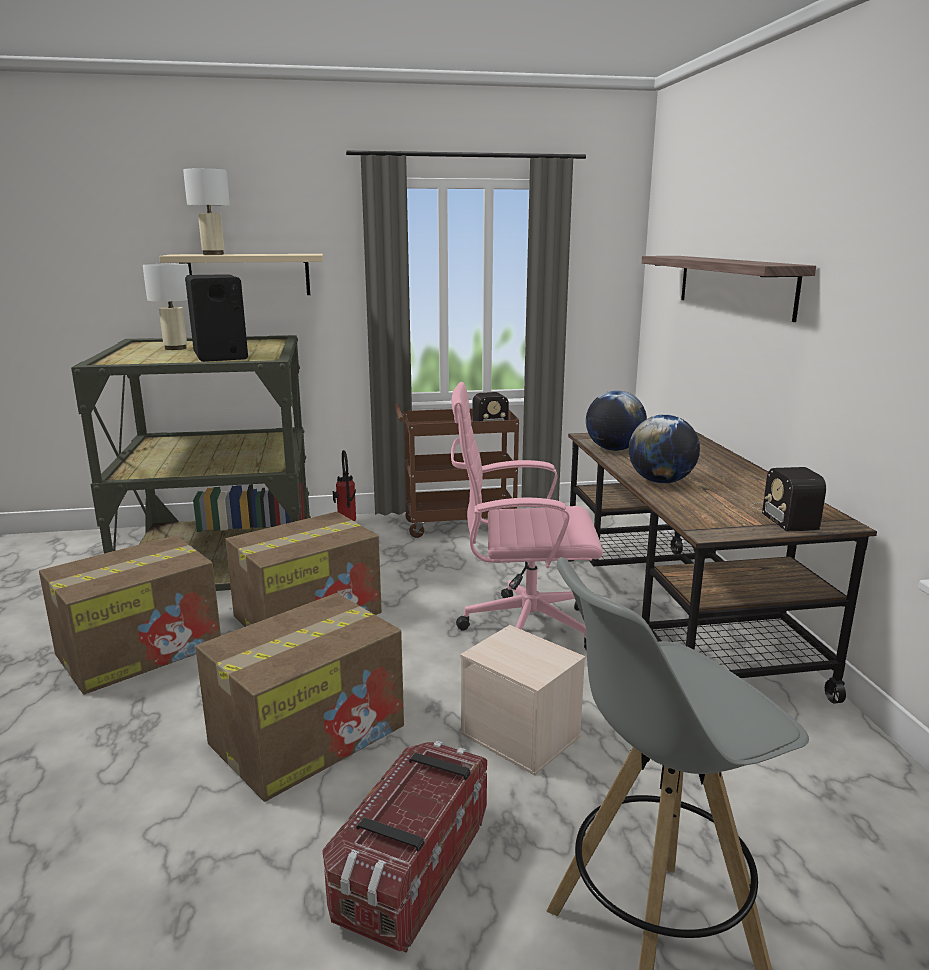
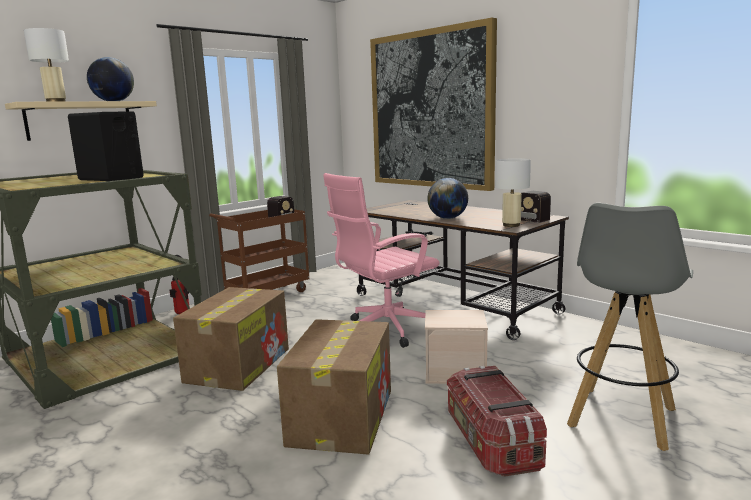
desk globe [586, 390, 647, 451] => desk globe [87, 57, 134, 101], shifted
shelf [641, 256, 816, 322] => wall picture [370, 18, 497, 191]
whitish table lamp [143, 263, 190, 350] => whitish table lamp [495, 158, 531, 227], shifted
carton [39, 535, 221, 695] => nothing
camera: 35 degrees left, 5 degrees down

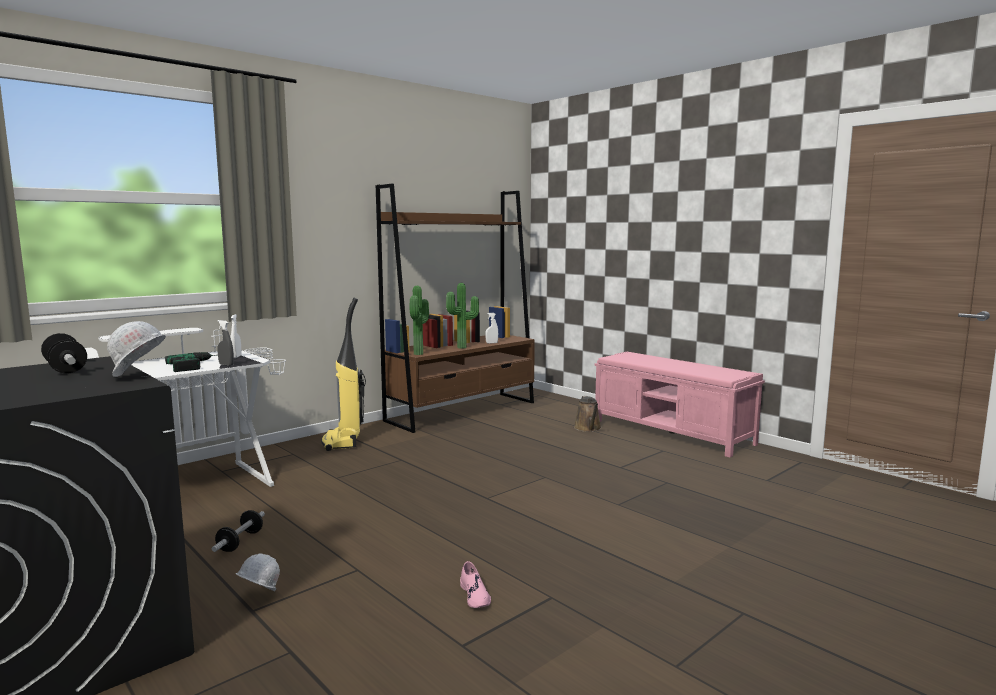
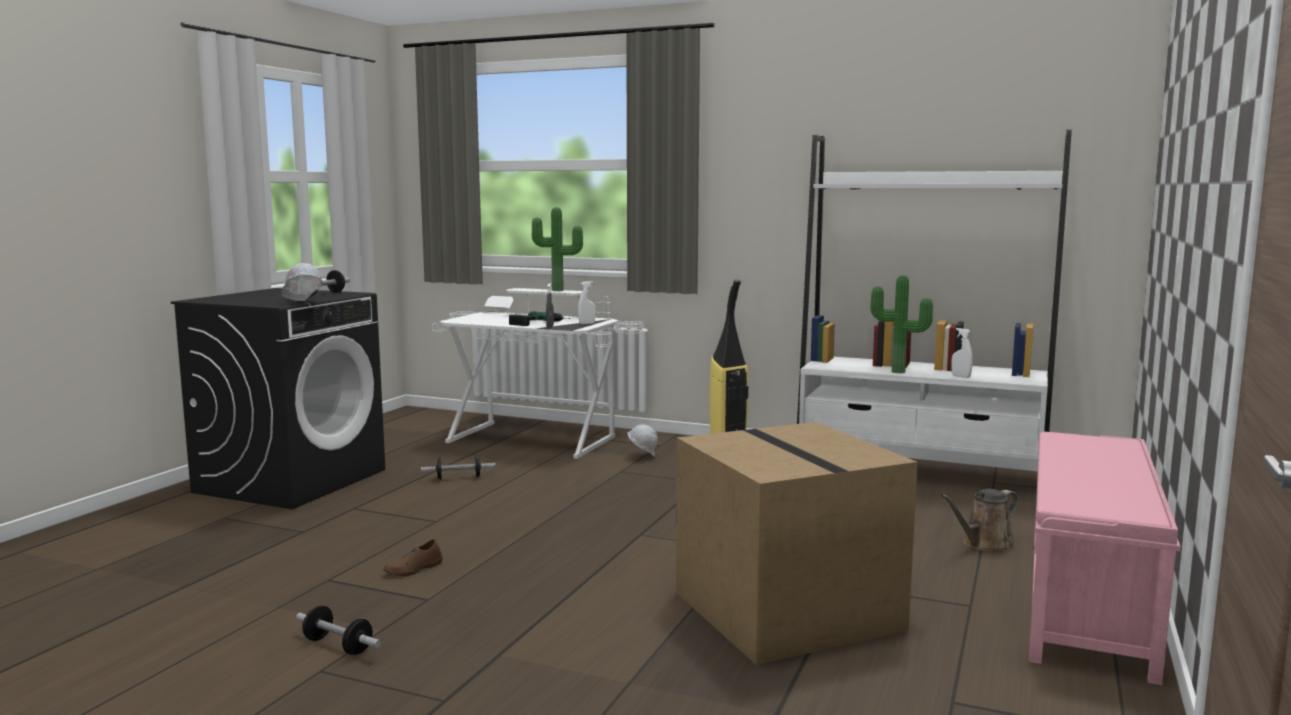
nothing => free weight [296, 605, 381, 655]
pink item of footwear [460, 561, 491, 608] => brown item of footwear [383, 539, 442, 576]
potted plant [410, 286, 429, 355] => potted plant [532, 207, 583, 291], shifted
whitish hard hat [236, 553, 280, 592] => whitish hard hat [627, 425, 658, 457], shifted
nothing => carton [676, 422, 917, 665]
brown bookshelf [376, 184, 535, 433] => whitish bookshelf [797, 130, 1072, 460]
camera: 65 degrees right, 0 degrees up

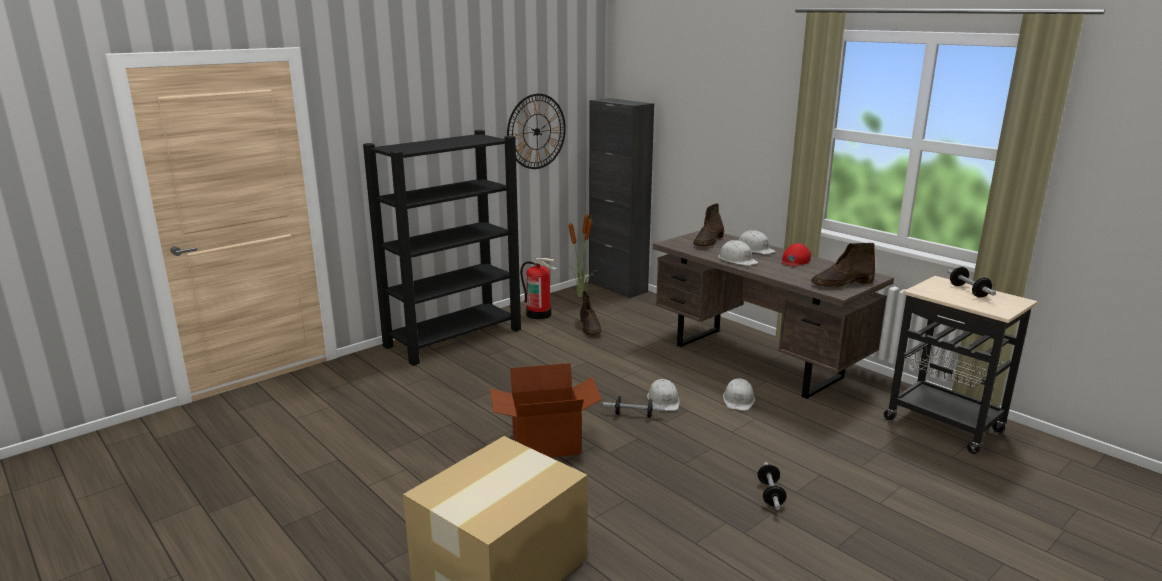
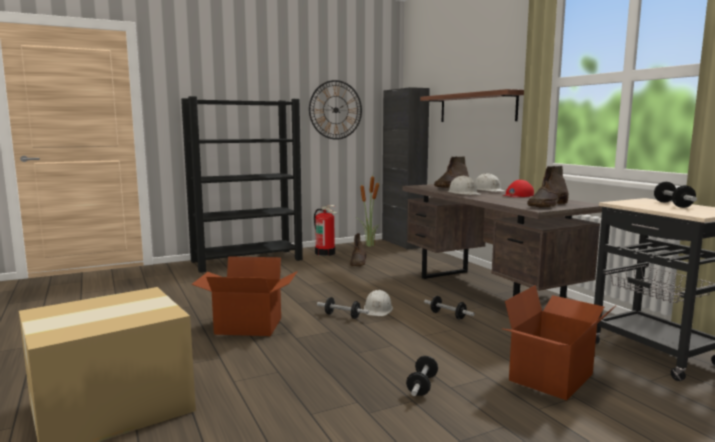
nothing => shelf [420, 89, 524, 122]
whitish hard hat [723, 378, 755, 411] => free weight [424, 296, 474, 320]
nothing => carton [501, 285, 615, 401]
brown high-top boot [811, 243, 875, 287] => brown high-top boot [527, 166, 569, 207], 45 degrees counterclockwise
camera: 15 degrees right, 10 degrees down

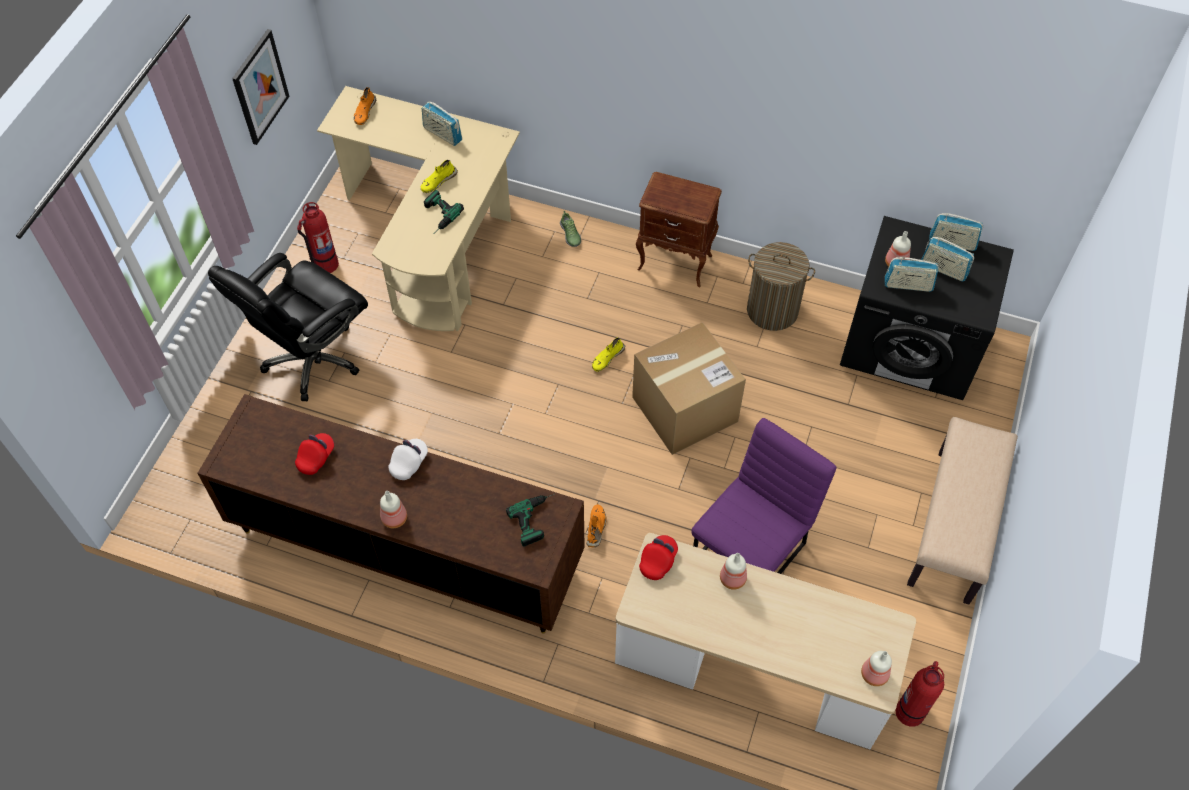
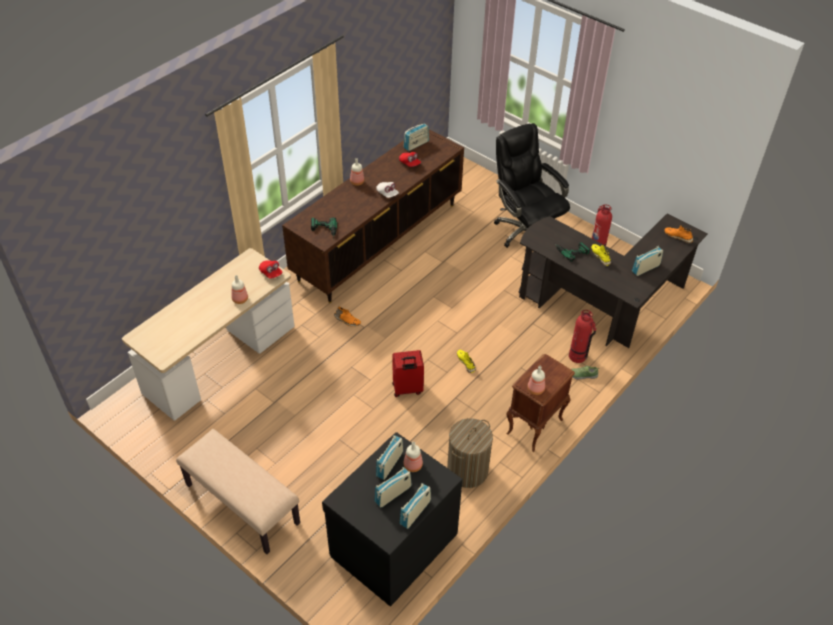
carton [632, 322, 746, 455] => reddish piece of luggage [392, 350, 424, 397]
nothing => radio set [403, 124, 429, 151]
sand-coloured desk unit [317, 86, 520, 331] => black desk unit [519, 213, 708, 348]
drink bottle [861, 651, 892, 686] => drink bottle [527, 366, 545, 395], shifted
extinguisher [895, 661, 944, 727] => extinguisher [569, 310, 596, 363], shifted
wall picture [232, 29, 290, 145] => nothing
purple plain chair [692, 418, 836, 574] => nothing
camera: 110 degrees right, 10 degrees down

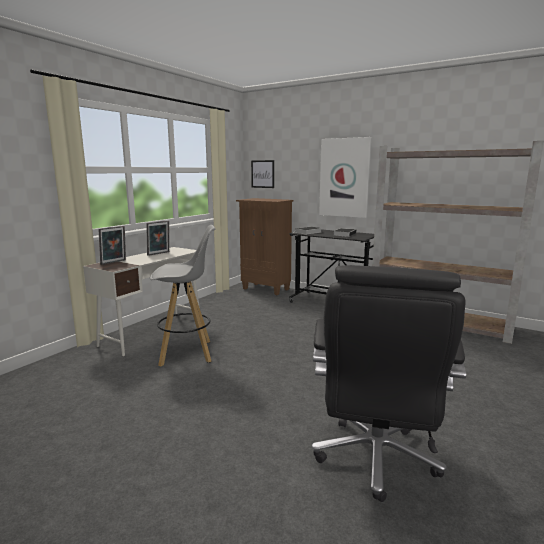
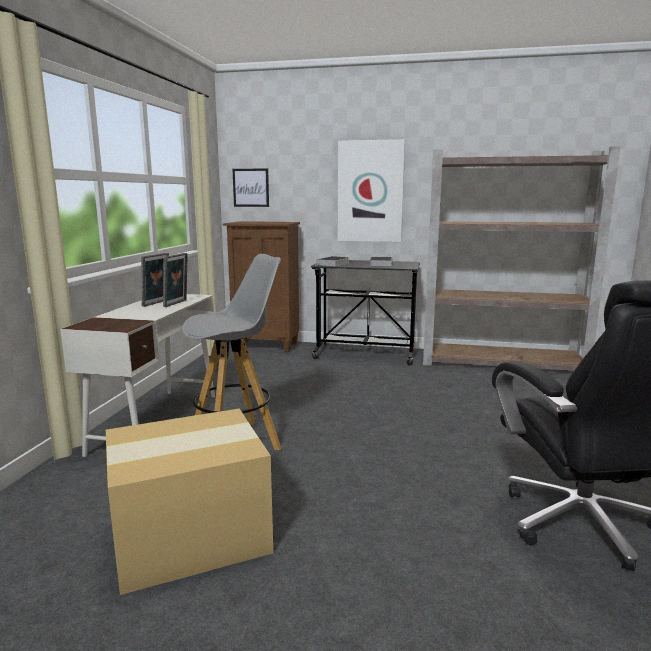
nothing => carton [106, 409, 273, 595]
photo frame [98, 226, 126, 265] => photo frame [163, 253, 188, 307], shifted
camera: 20 degrees left, 0 degrees up

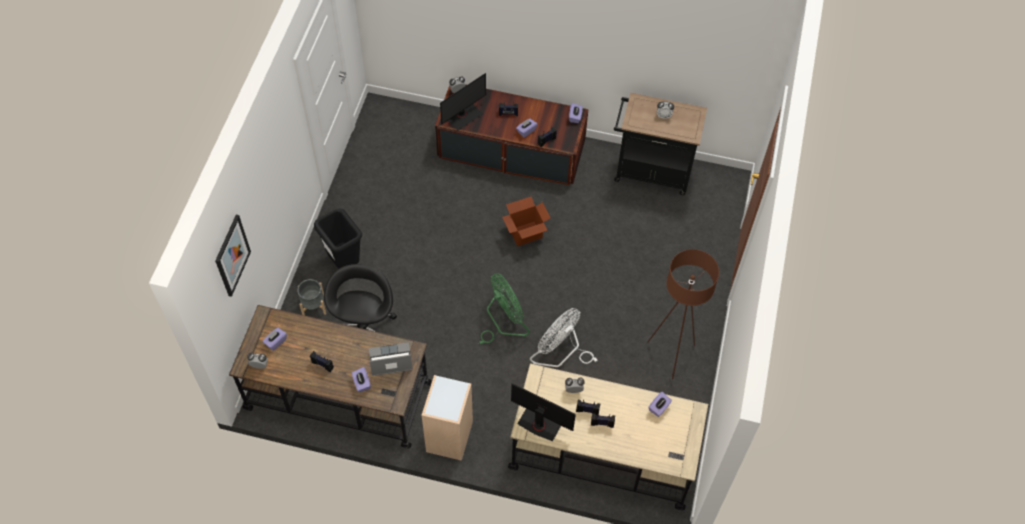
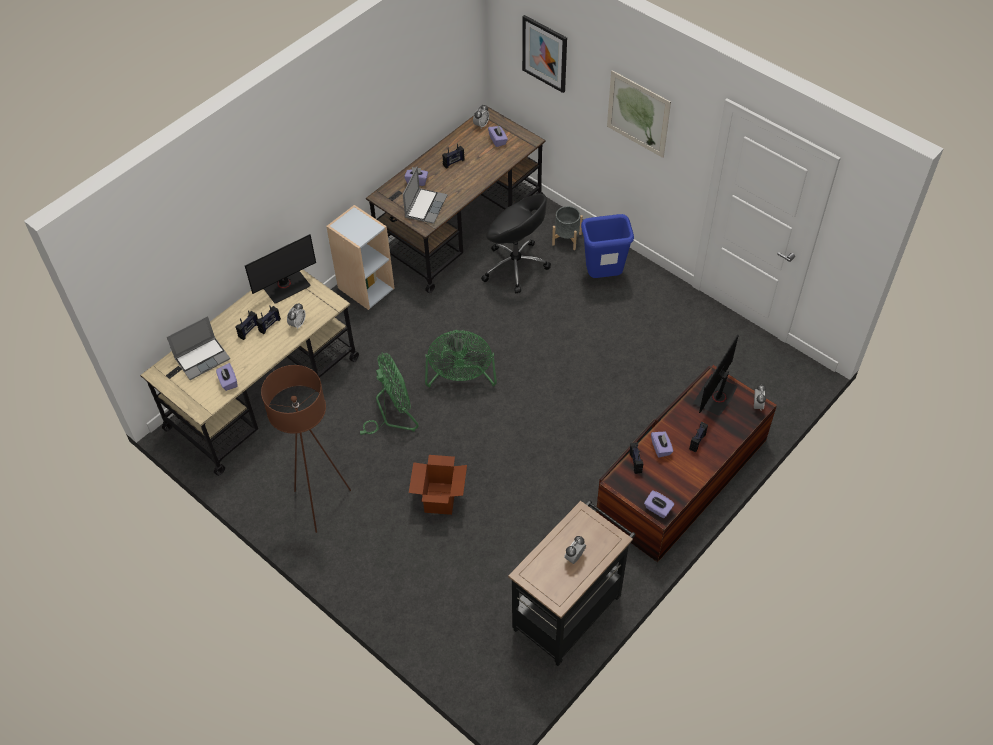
nothing => notebook computer [167, 316, 230, 380]
whitish fan [530, 308, 598, 367] => green fan [359, 353, 419, 435]
carton [502, 196, 551, 246] => carton [409, 455, 467, 515], shifted
black waste bin [314, 208, 362, 269] => blue waste bin [581, 214, 634, 278]
nothing => wall picture [607, 70, 671, 158]
computer screen [440, 73, 486, 131] => computer screen [693, 334, 739, 416], 45 degrees clockwise
camera: 120 degrees right, 5 degrees down

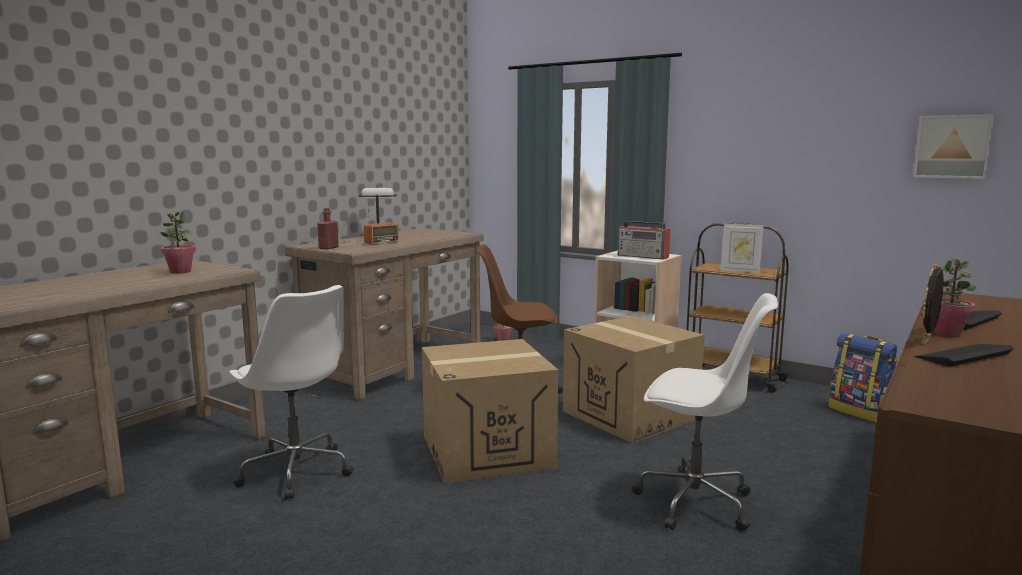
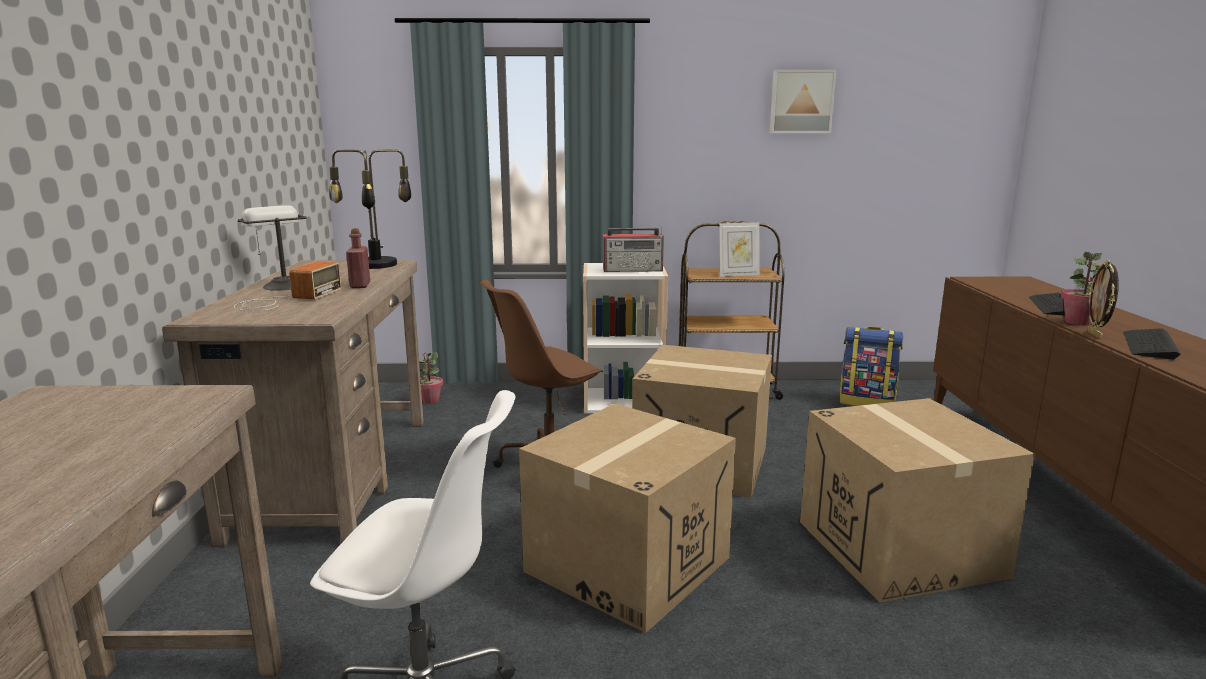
nothing => table lamp [329, 150, 411, 269]
reddish drink bottle [317, 208, 339, 249] => reddish drink bottle [346, 228, 370, 288], shifted
wall picture [913, 114, 995, 179] => wall picture [770, 70, 836, 133], shifted
whitish desk chair [632, 293, 778, 531] => carton [800, 398, 1035, 602]
potted plant [160, 212, 196, 274] => nothing
camera: 35 degrees left, 5 degrees up

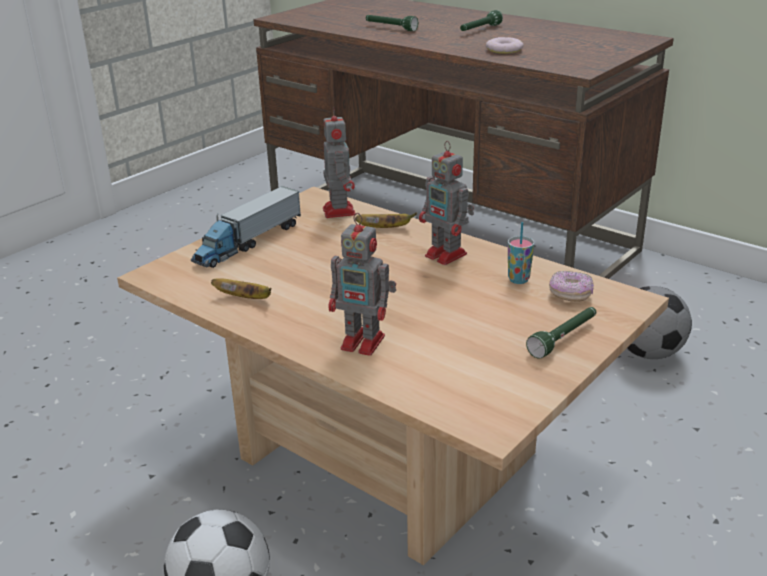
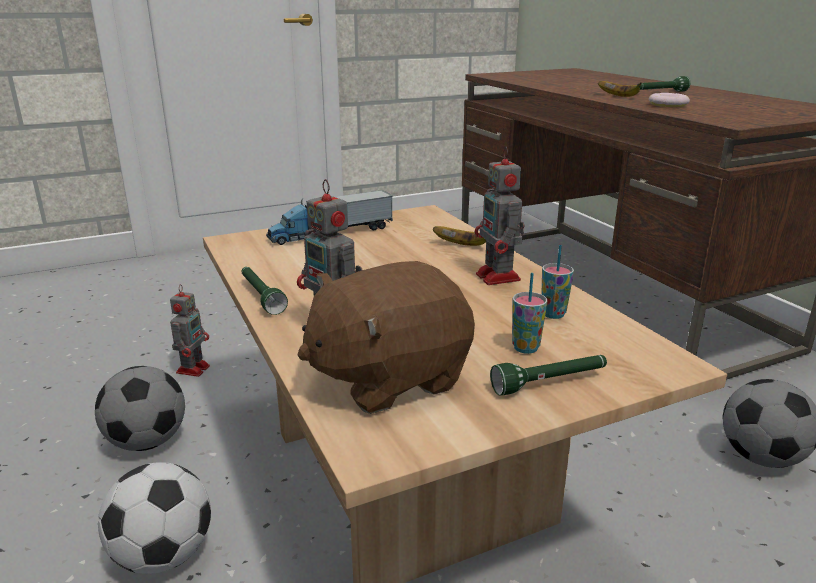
nothing => ball for football [95, 366, 185, 451]
toy robot [323, 106, 356, 218] => toy robot [170, 284, 210, 377], shifted
green hand torch [366, 15, 418, 31] => green hand torch [241, 267, 288, 315], shifted
nothing => brown cuddly toy [297, 261, 475, 414]
nothing => cup [512, 273, 547, 354]
whole banana [211, 278, 271, 299] => whole banana [598, 81, 642, 97], shifted
doughnut [549, 271, 594, 302] => nothing
camera: 25 degrees right, 5 degrees down

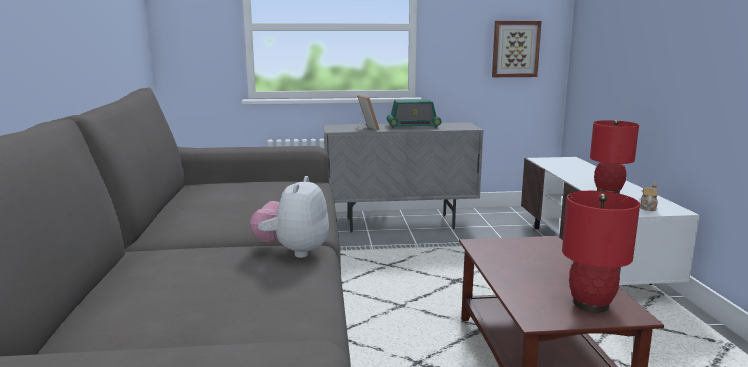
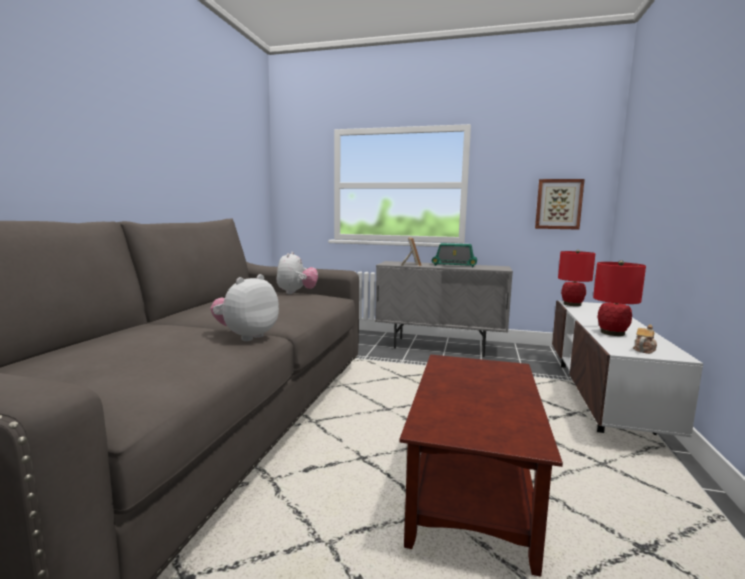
nothing => cuddly toy [276, 252, 318, 294]
reddish table lamp [562, 191, 640, 312] => reddish table lamp [558, 250, 596, 306], shifted
camera: 20 degrees right, 5 degrees down

